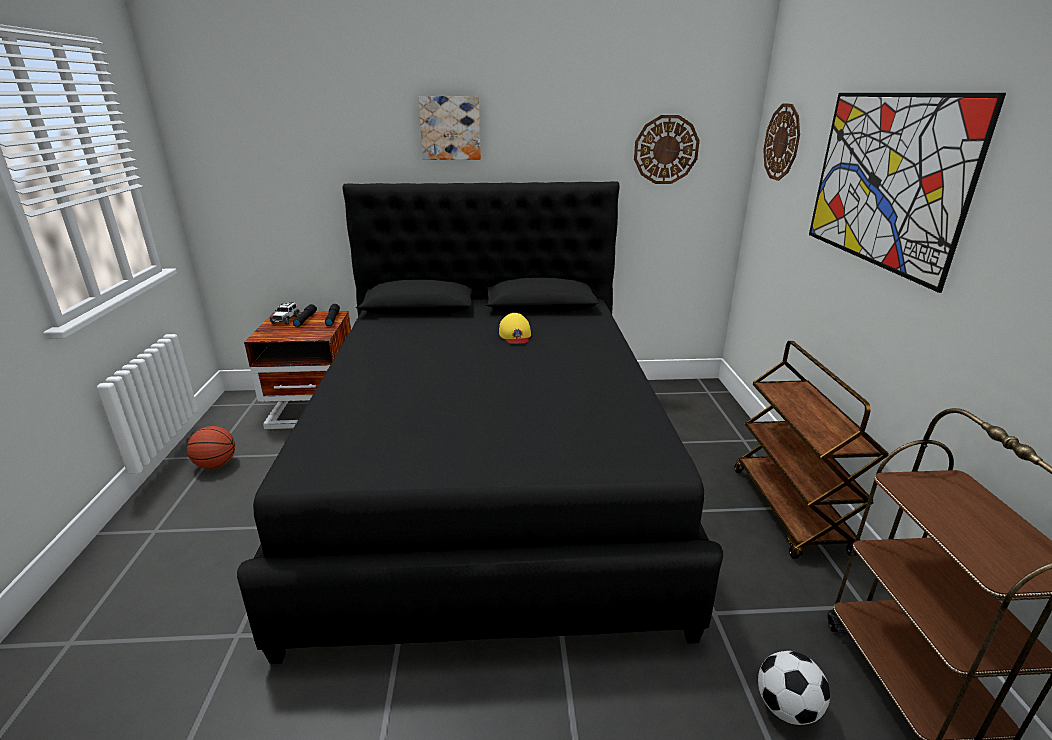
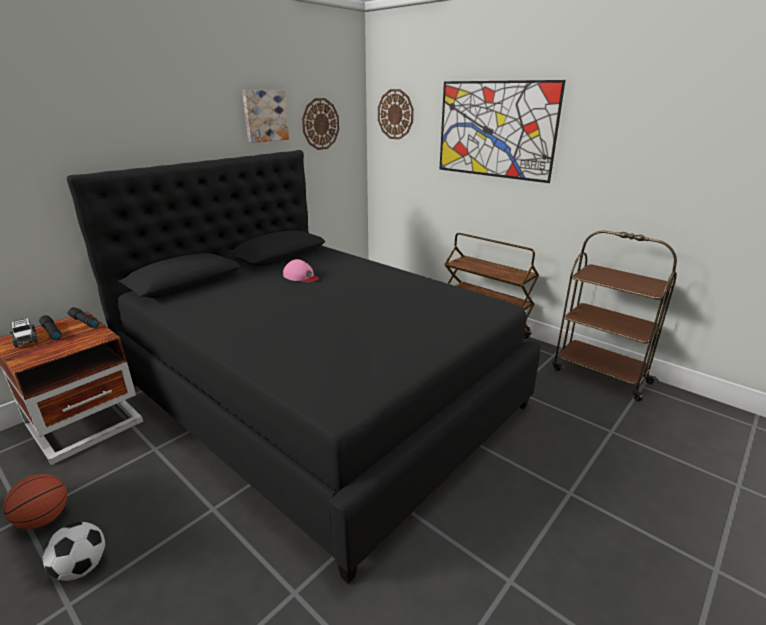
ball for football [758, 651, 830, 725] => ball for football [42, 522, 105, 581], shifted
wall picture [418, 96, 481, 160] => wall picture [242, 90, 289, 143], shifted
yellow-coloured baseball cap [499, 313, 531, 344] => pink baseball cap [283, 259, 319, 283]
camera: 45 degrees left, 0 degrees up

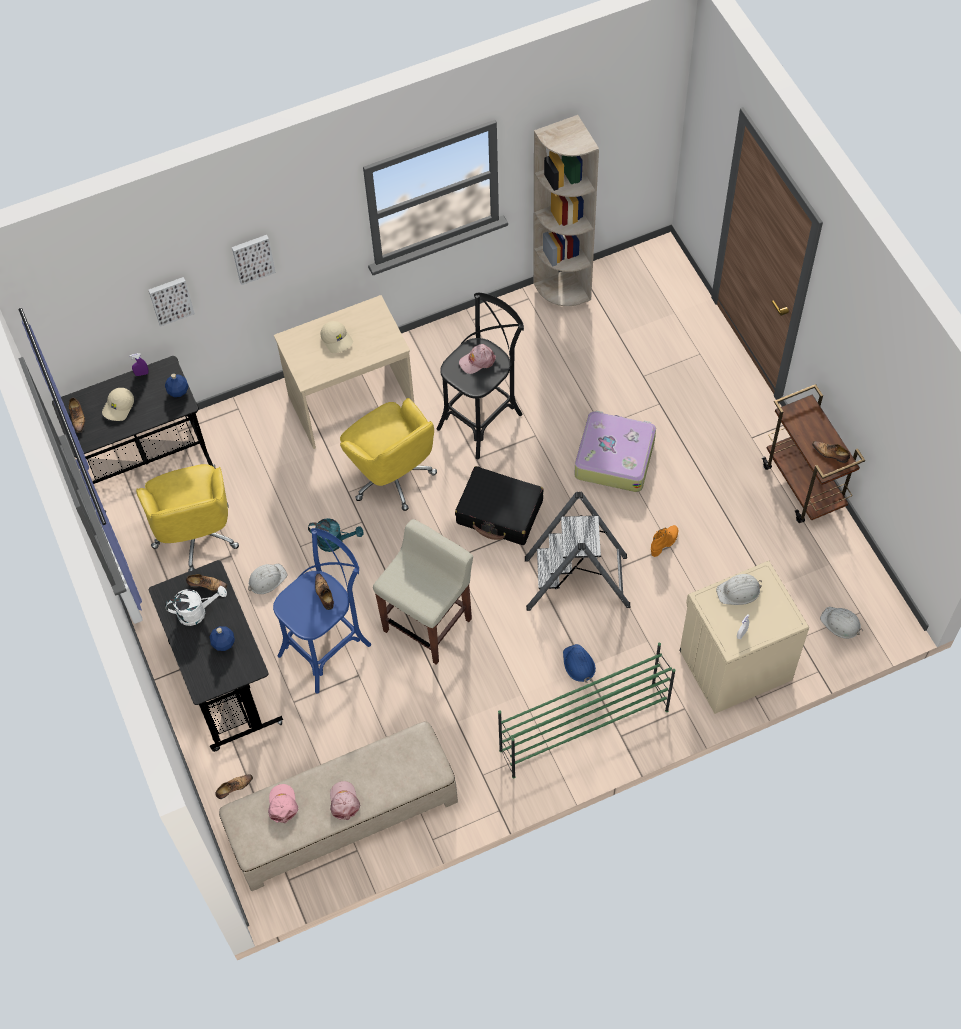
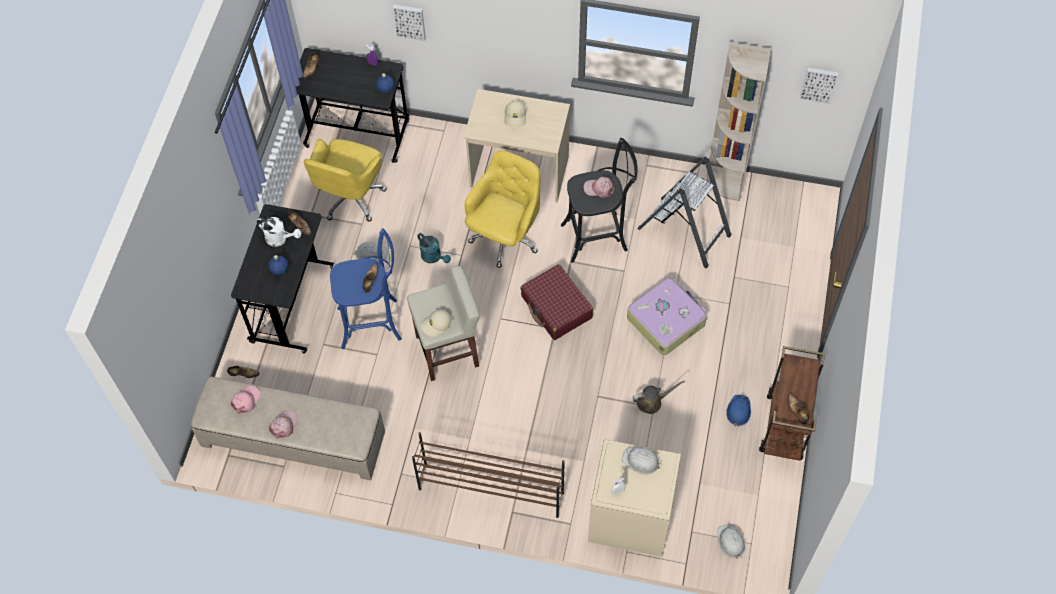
green shoe shelf [498, 643, 675, 778] => brown shoe shelf [412, 432, 565, 518]
sand-coloured baseball cap [102, 388, 134, 421] => sand-coloured baseball cap [421, 309, 452, 337], shifted
yellow-coloured desk chair [340, 398, 437, 511] => yellow-coloured desk chair [464, 151, 540, 268], 150 degrees counterclockwise
black piece of luggage [455, 466, 544, 545] => reddish piece of luggage [521, 264, 593, 340]
orangey high-top boot [651, 525, 678, 557] => brown watering pot [632, 380, 685, 414]
grey step ladder [525, 492, 630, 611] => grey step ladder [637, 157, 732, 268], shifted
blue hard hat [563, 644, 596, 683] => blue hard hat [726, 395, 751, 427], shifted
wall picture [232, 235, 276, 285] => wall picture [800, 68, 839, 104], shifted
camera: 35 degrees right, 0 degrees up

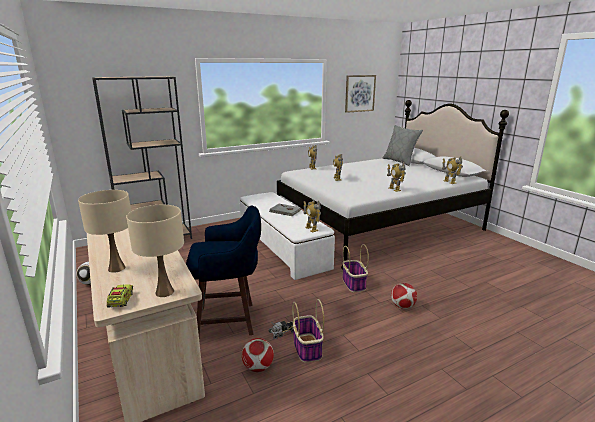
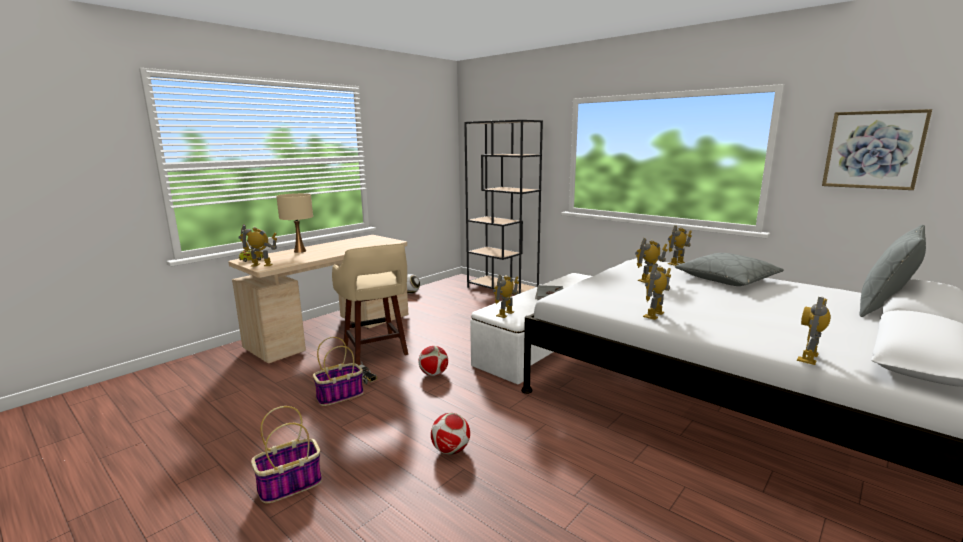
sand-coloured table lamp [126, 205, 184, 297] => toy robot [238, 224, 277, 266]
storage basket [342, 244, 369, 292] => storage basket [251, 406, 322, 504], shifted
blue stool seat [186, 205, 261, 337] => sand-coloured stool seat [332, 244, 408, 365]
ball for football [242, 338, 274, 372] => ball for football [418, 346, 448, 376], shifted
nothing => grey throw pillow [675, 253, 784, 286]
camera: 70 degrees right, 5 degrees down

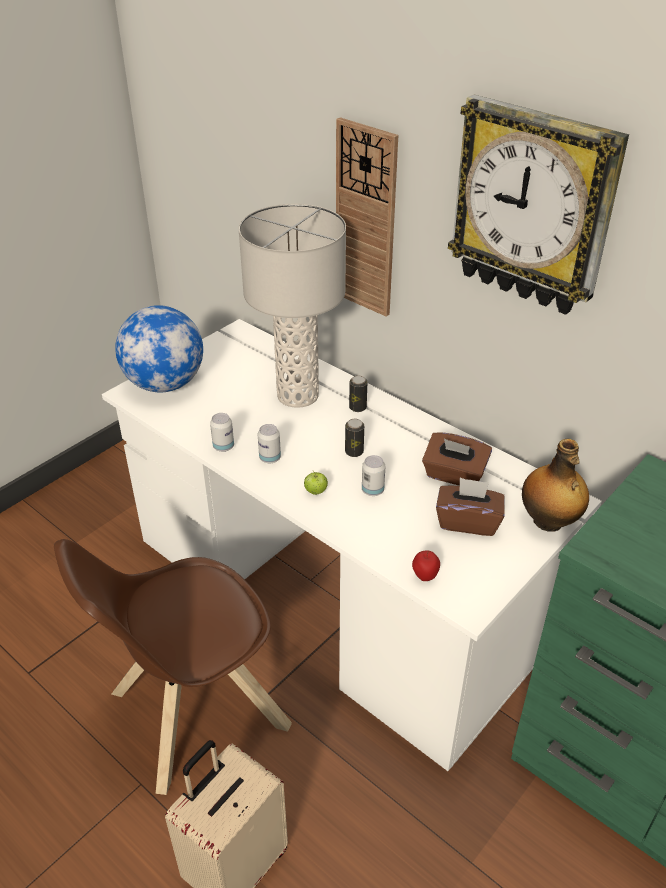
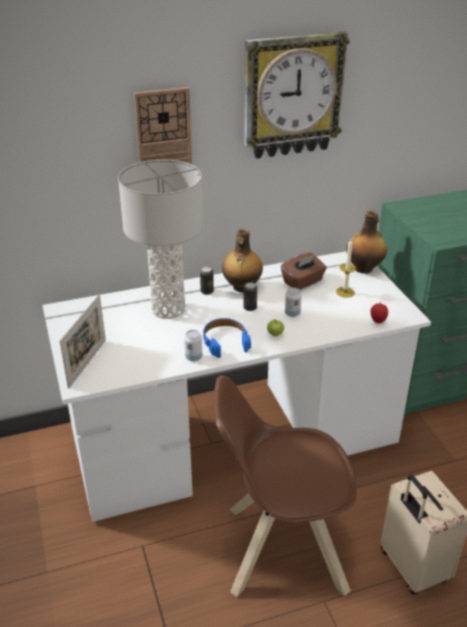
desk globe [115, 305, 203, 392] => photo frame [59, 295, 106, 389]
can [258, 424, 281, 464] => blue headphones [203, 318, 251, 358]
brown plain chair [54, 539, 292, 795] => brown plain chair [213, 375, 357, 597], 90 degrees clockwise
nothing => drink bottle [222, 229, 263, 292]
brown tissue box [436, 478, 505, 536] => candle [336, 240, 356, 298]
camera: 60 degrees left, 5 degrees down

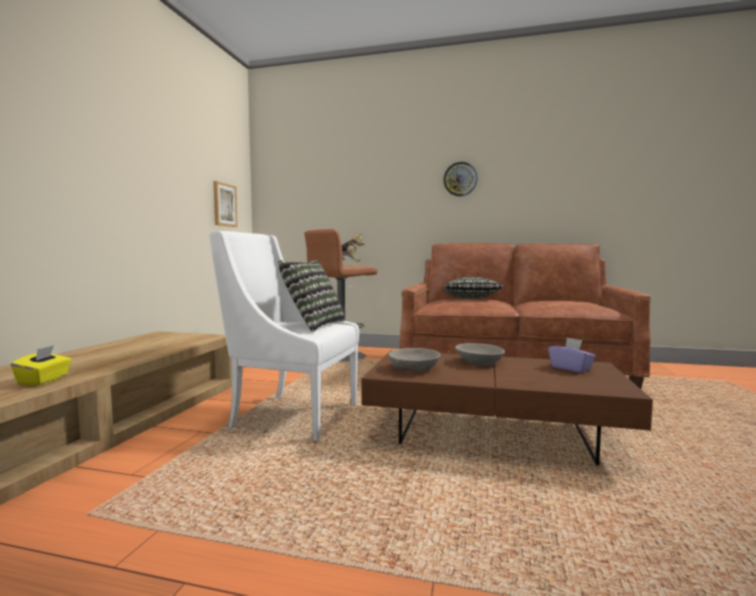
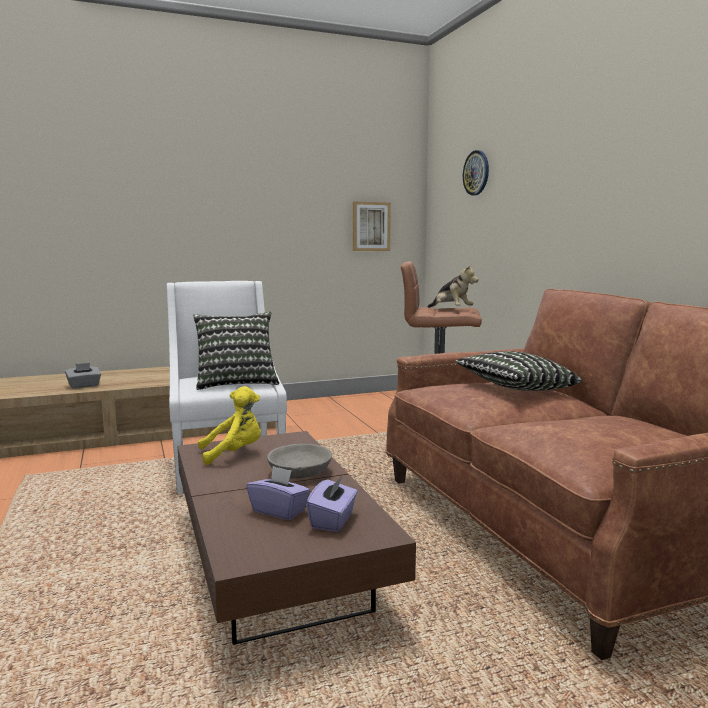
yellow-coloured tissue box [11, 345, 71, 386] => grey tissue box [65, 363, 101, 389]
grey deep dish [388, 348, 441, 371] => yellow-coloured cuddly toy [198, 386, 261, 465]
nothing => purple tissue box [246, 466, 311, 520]
clock on the wall [444, 162, 478, 196] => clock on the wall [463, 150, 489, 196], shifted
camera: 55 degrees right, 5 degrees up

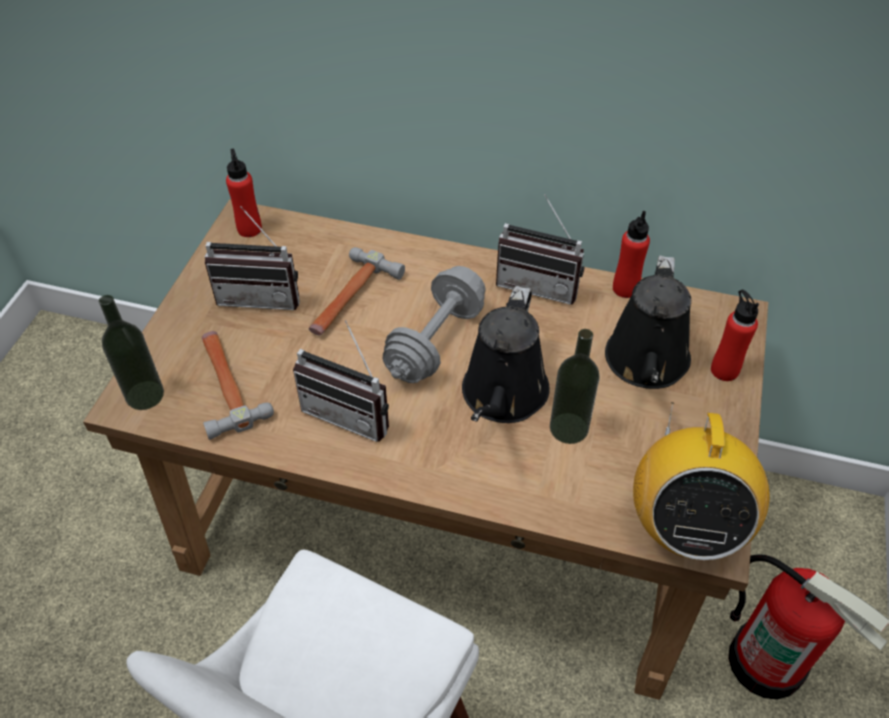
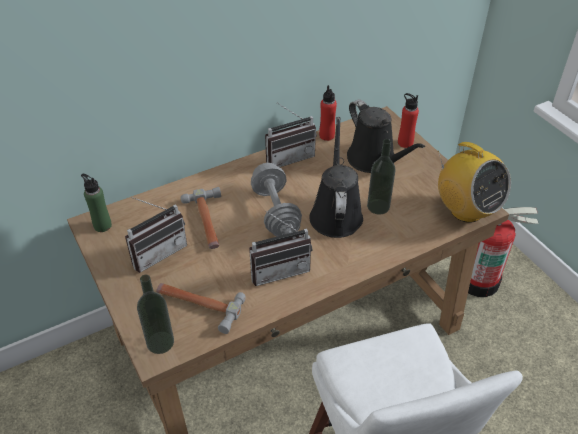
reddish drink bottle [226, 149, 262, 237] => green drink bottle [81, 174, 112, 232]
black watering pot [462, 286, 550, 423] => black watering pot [310, 117, 363, 238], 150 degrees counterclockwise
camera: 45 degrees left, 5 degrees down

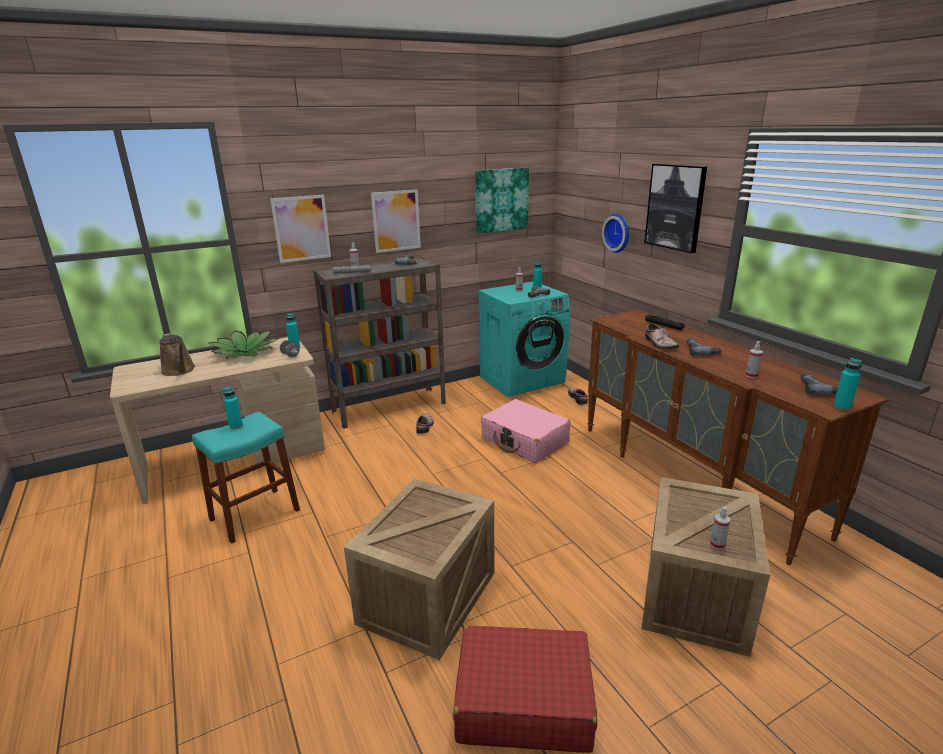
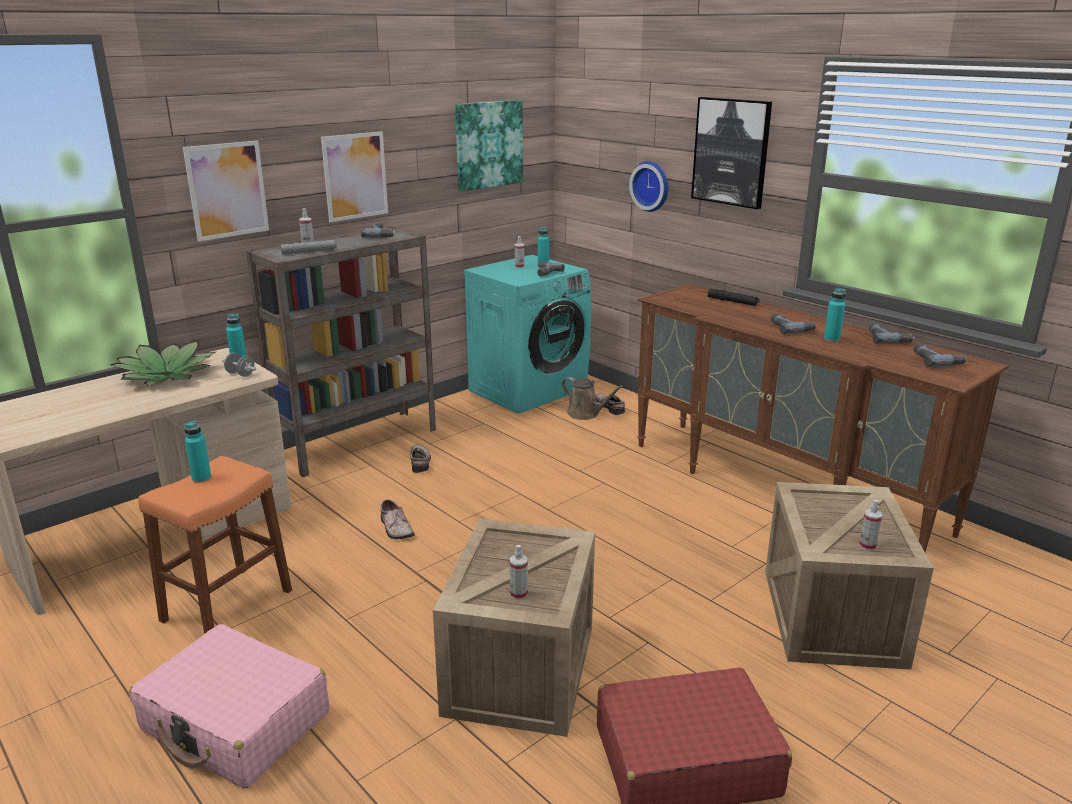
pink piece of luggage [481, 399, 570, 463] => pink piece of luggage [129, 624, 329, 788], shifted
blue-green stool seat [192, 411, 300, 544] => orangey stool seat [138, 456, 292, 634]
item of footwear [645, 323, 679, 349] => item of footwear [381, 499, 415, 539], shifted
hand sprayer [746, 341, 763, 378] => hand sprayer [509, 545, 528, 600], shifted
brown watering pot [159, 334, 195, 376] => brown watering pot [562, 377, 624, 420], shifted
blue-green drink bottle [833, 358, 862, 410] => blue-green drink bottle [824, 288, 846, 342], shifted
nothing => drill [869, 322, 915, 344]
camera: 15 degrees left, 0 degrees up

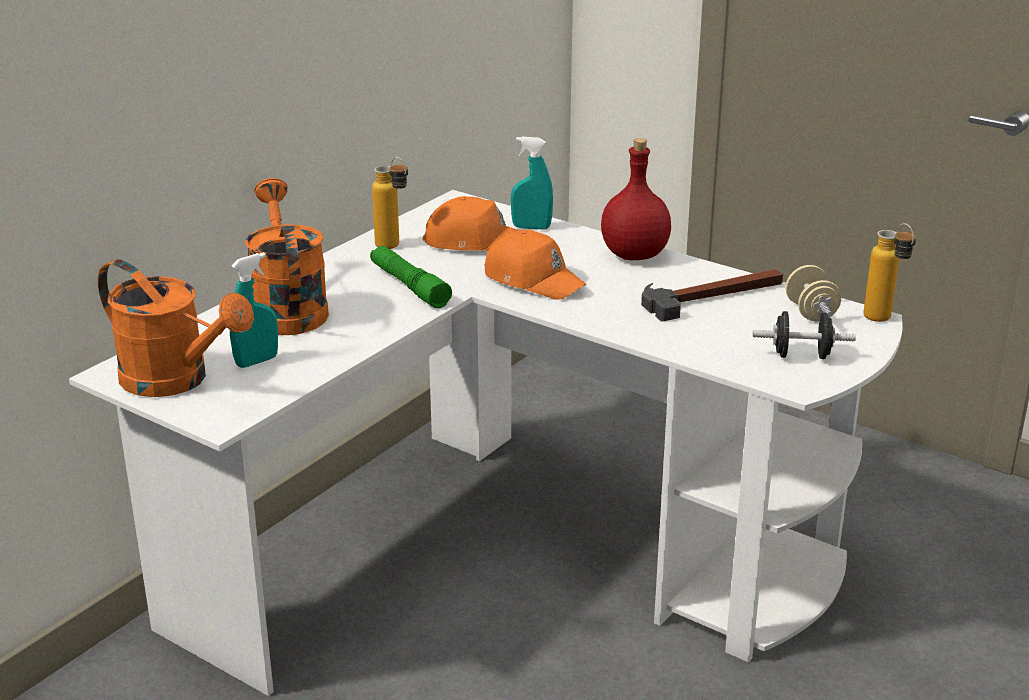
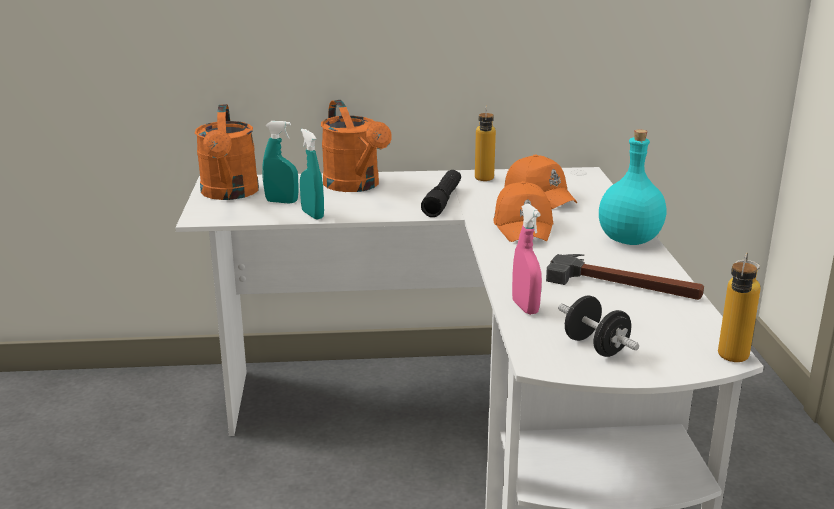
blue-green hand sprayer [511, 137, 553, 229] => blue-green hand sprayer [300, 129, 324, 220], shifted
orangey watering pot [245, 178, 329, 335] => orangey watering pot [321, 100, 392, 192], 120 degrees clockwise
green hand torch [370, 246, 452, 308] => black hand torch [421, 170, 461, 217]
nothing => pink hand sprayer [512, 203, 542, 315]
reddish drink bottle [601, 138, 671, 260] => blue-green drink bottle [599, 129, 666, 245]
sand-coloured free weight [786, 265, 841, 321] => nothing
camera: 50 degrees right, 5 degrees down

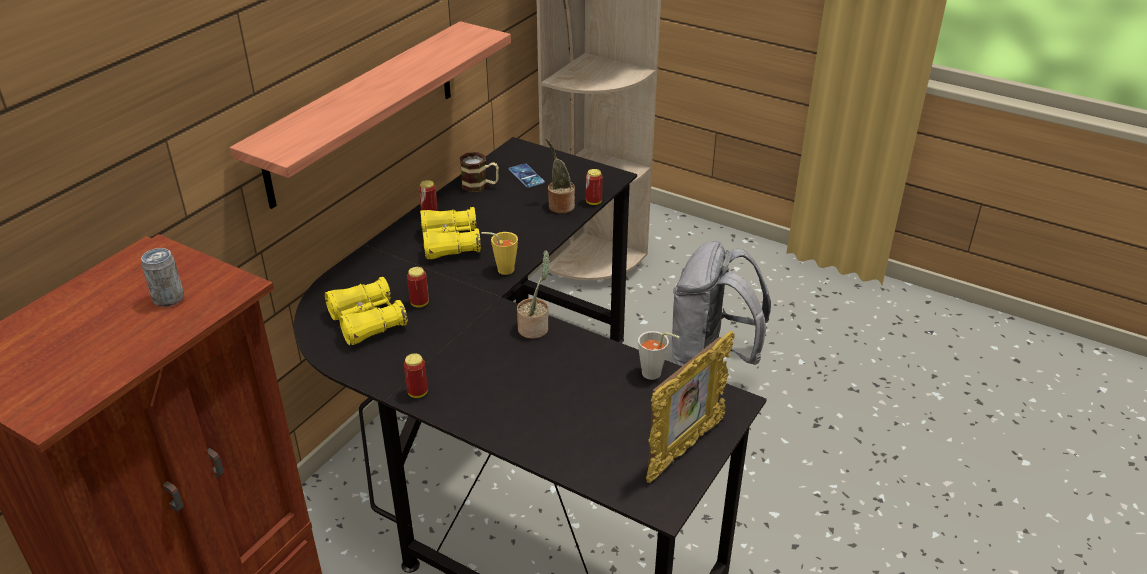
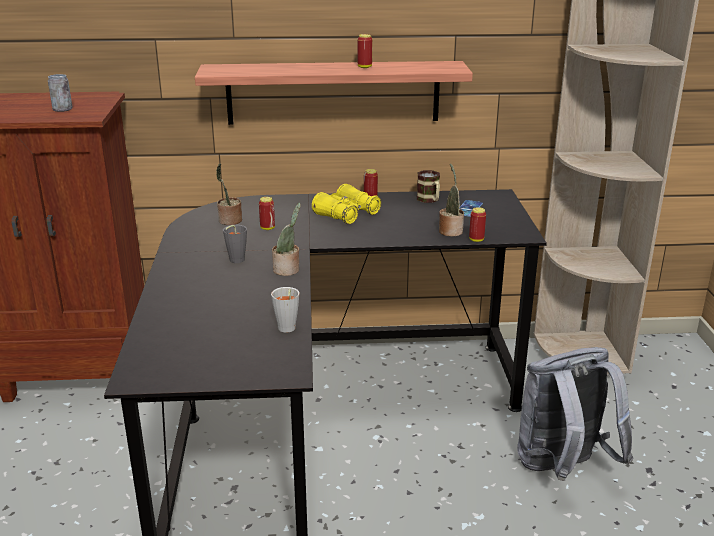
yellow-coloured binoculars [325, 277, 408, 346] => potted plant [216, 163, 242, 225]
nothing => grey cup [223, 225, 247, 263]
can [404, 353, 428, 398] => can [358, 34, 372, 68], shifted
yellow-coloured cup [481, 232, 518, 275] => nothing
photo frame [646, 330, 735, 483] => nothing
camera: 55 degrees right, 10 degrees down

